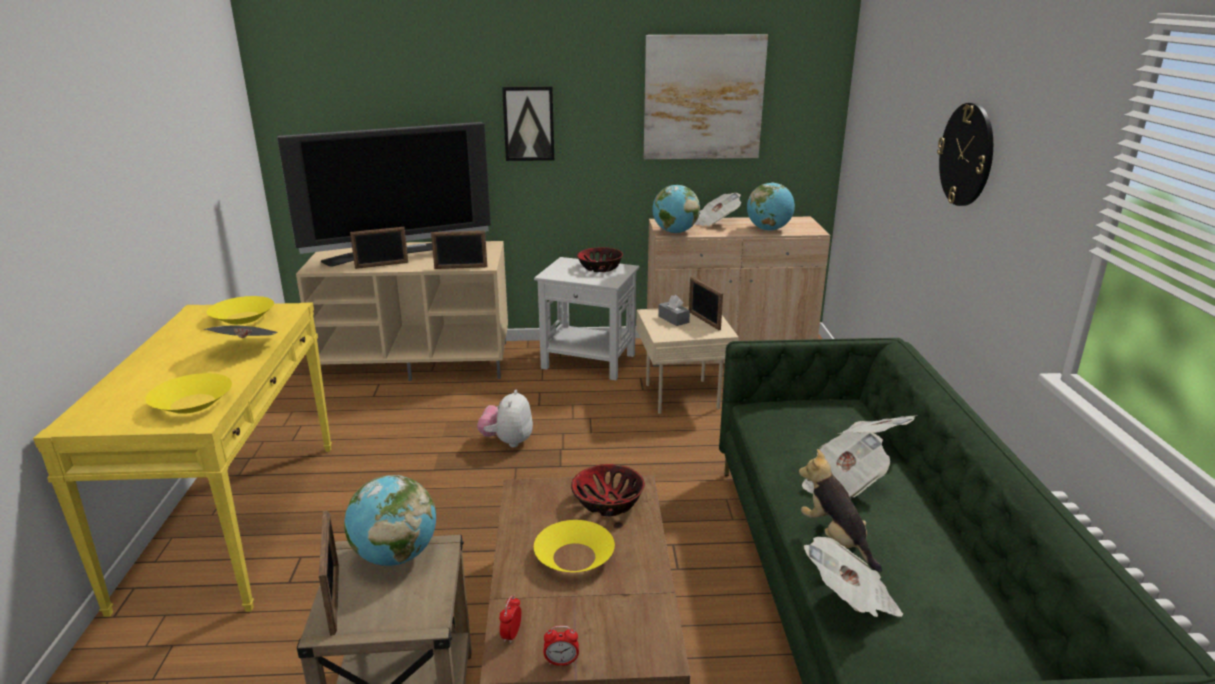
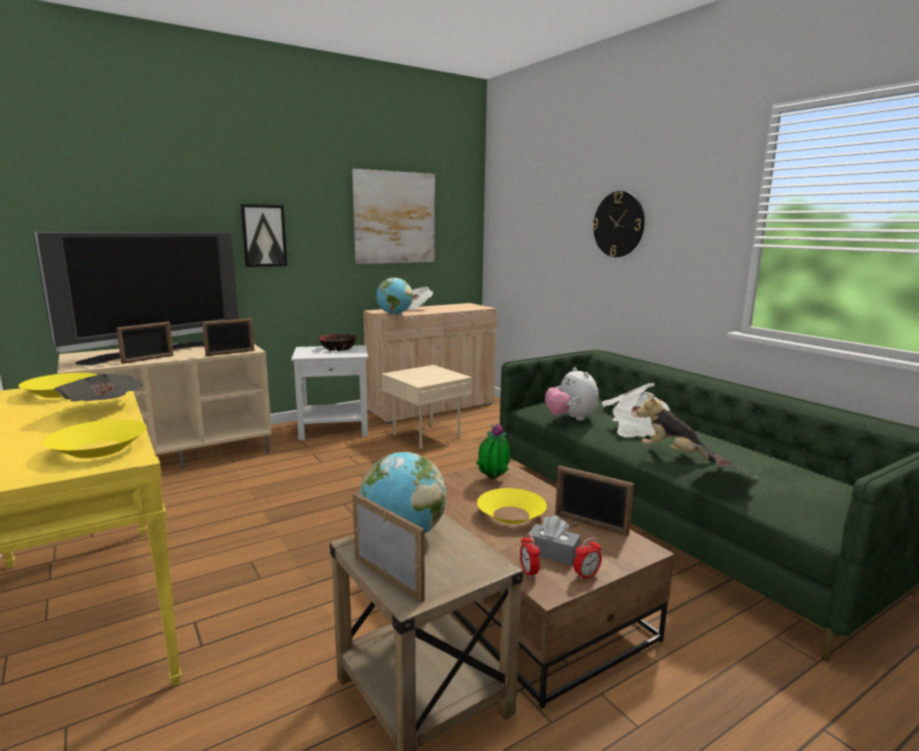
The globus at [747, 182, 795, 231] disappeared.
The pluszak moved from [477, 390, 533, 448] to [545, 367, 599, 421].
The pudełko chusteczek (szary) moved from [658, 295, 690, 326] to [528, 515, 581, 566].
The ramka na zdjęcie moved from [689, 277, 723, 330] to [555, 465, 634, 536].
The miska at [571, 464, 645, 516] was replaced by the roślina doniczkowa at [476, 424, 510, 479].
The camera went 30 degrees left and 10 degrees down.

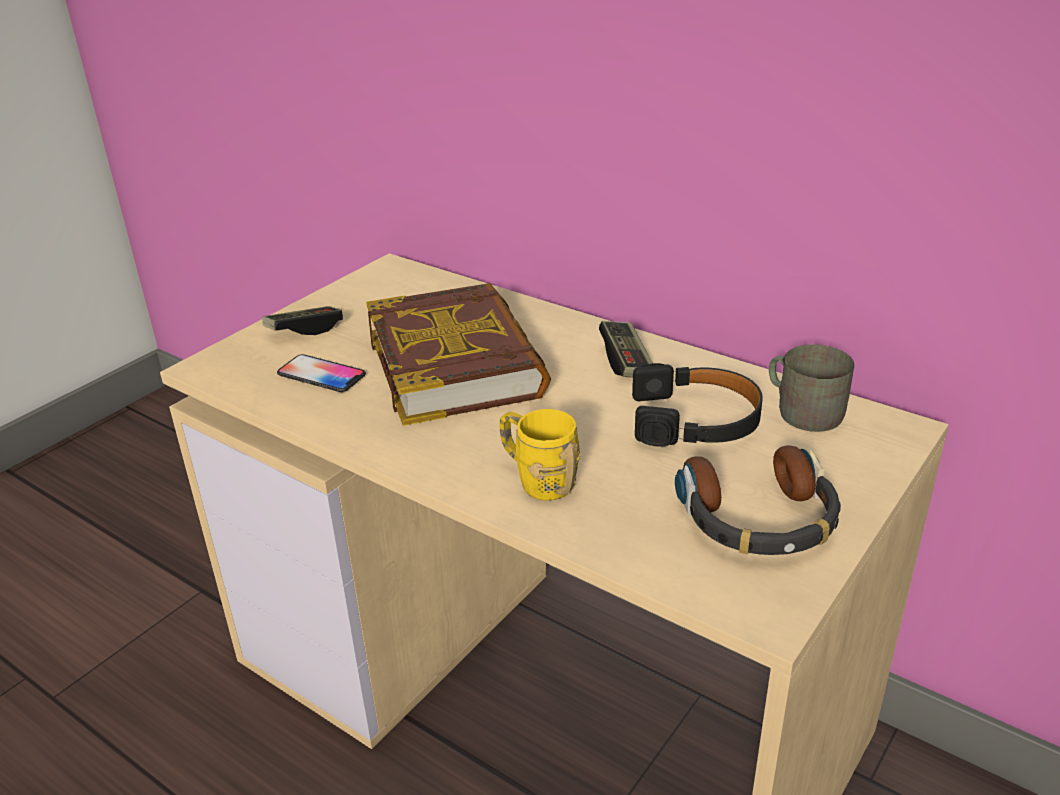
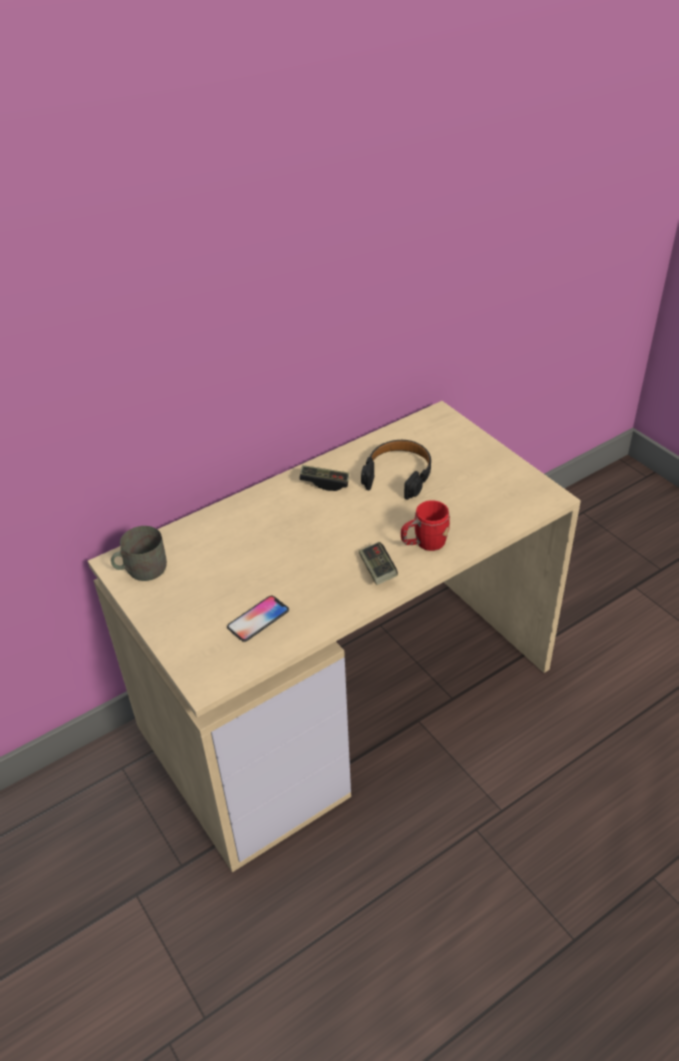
The książka at [366, 283, 551, 426] disappeared.
The słuchawki at [675, 446, 841, 555] disappeared.
The pad do gier moved from [262, 306, 343, 335] to [359, 542, 398, 585].
The kubek (szary) moved from [769, 344, 854, 432] to [111, 526, 167, 581].
The kubek (żółty) at [500, 409, 580, 500] became the kubek (czerwony) at [401, 500, 450, 551].
The camera went 70 degrees left and 10 degrees up.

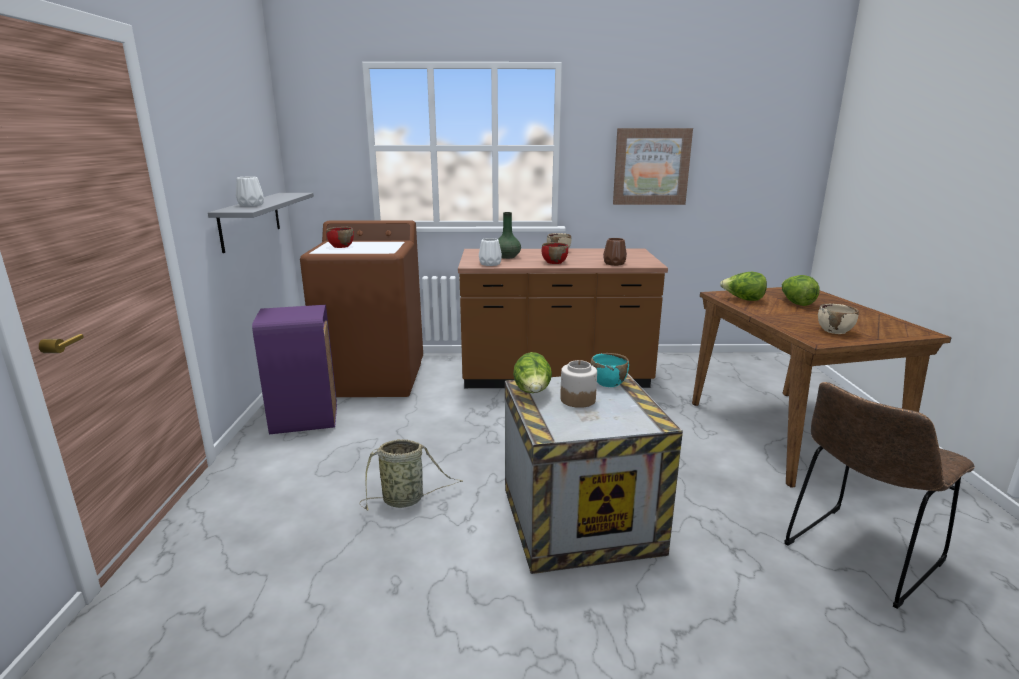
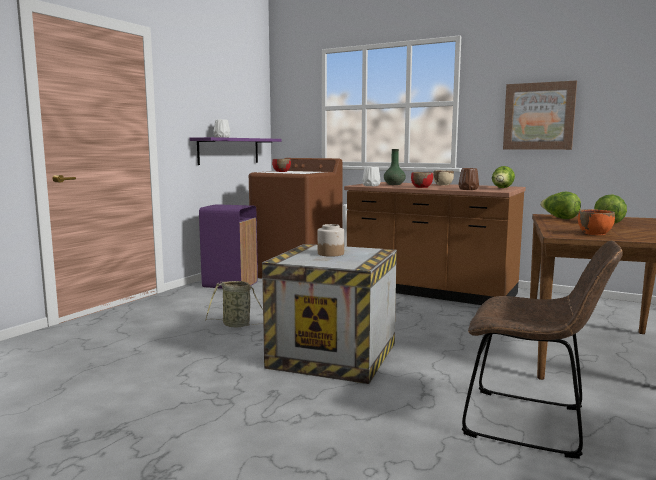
The miska (turkusowy) at [591, 353, 629, 387] disappeared.
The sałata moved from [513, 352, 552, 393] to [492, 166, 515, 188].
The półka (szary) at [208, 193, 314, 253] became the półka (fioletowy) at [190, 137, 281, 165].
The miska (beżowy) at [818, 304, 859, 334] became the miska (pomarańczowy) at [578, 209, 615, 235].
The krzesło (brązowy) at [784, 382, 975, 609] turned 150 degrees counterclockwise.
The camera went 30 degrees right and 10 degrees down.

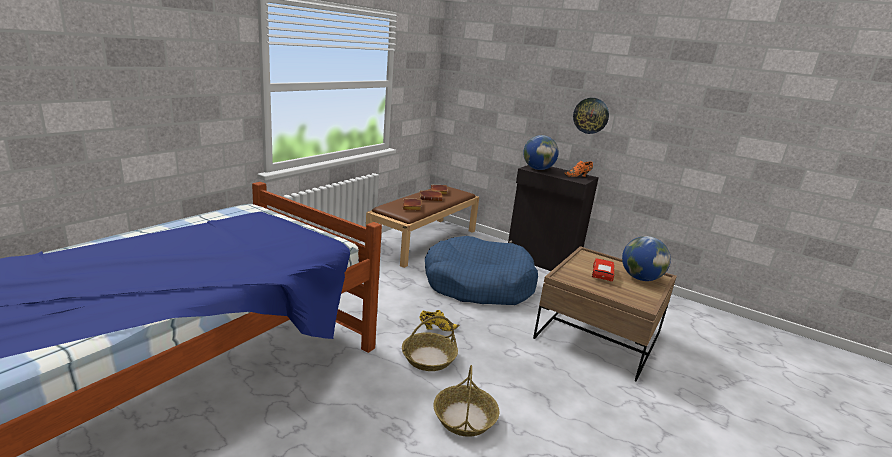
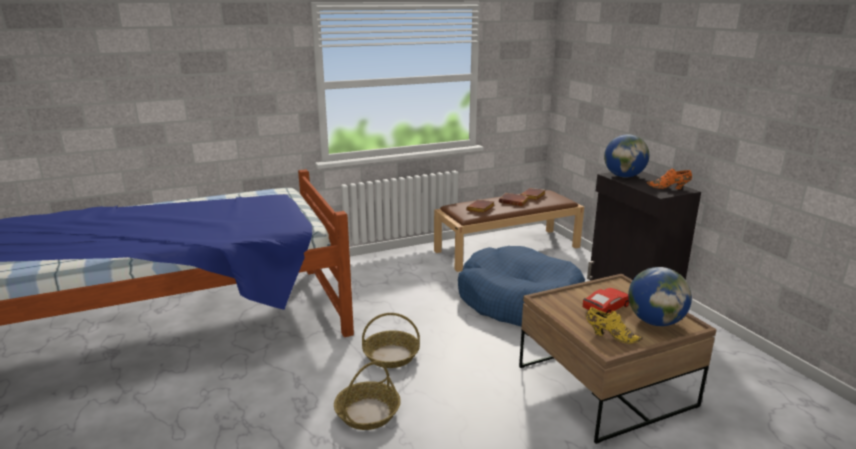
The zegar ścienny at [573, 98, 609, 134] disappeared.
The but (żółty) moved from [419, 310, 459, 331] to [586, 307, 643, 344].
The camera went 35 degrees right and 0 degrees up.

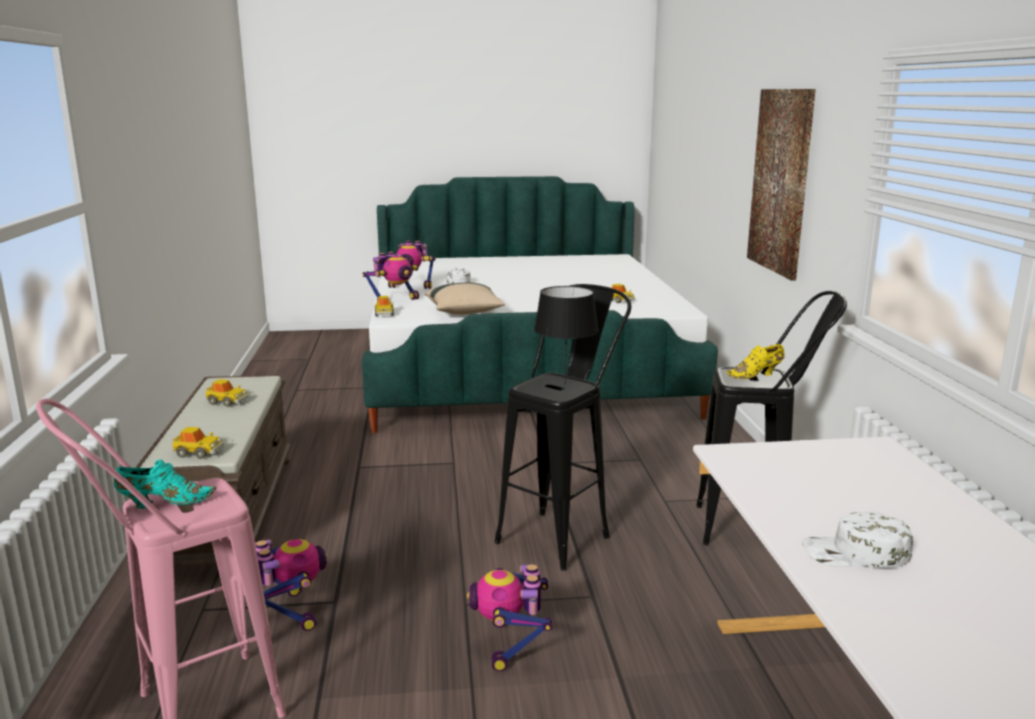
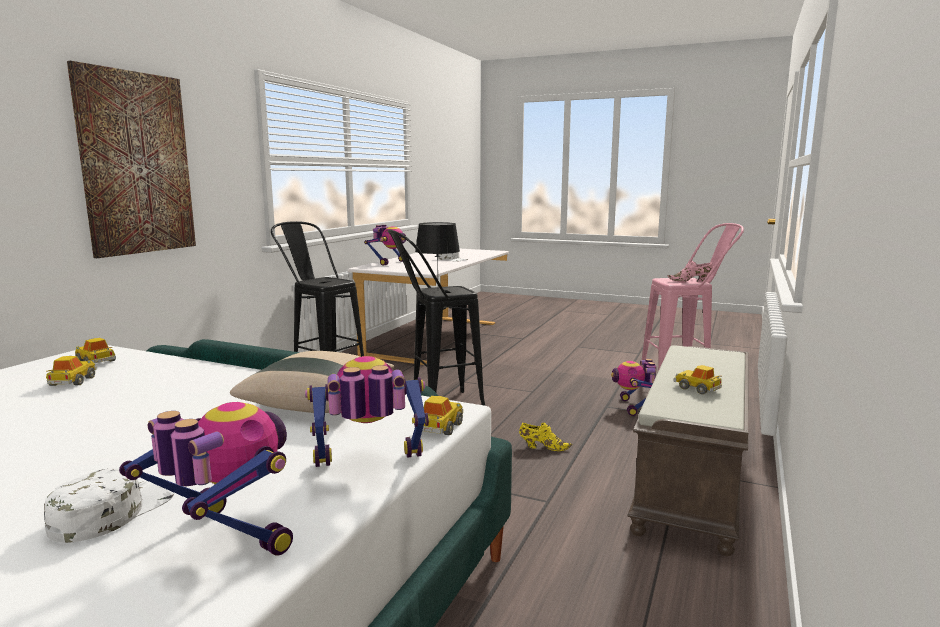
The samochodzik moved from [172, 427, 224, 459] to [75, 338, 116, 363].
The robot zabawkowy moved from [467, 564, 552, 671] to [364, 225, 406, 266].
The but (żółty) moved from [726, 344, 784, 379] to [519, 423, 572, 451].
The but (turkusowy) at [114, 460, 216, 509] became the but (różowy) at [668, 261, 714, 283].
The camera went 150 degrees left and 5 degrees down.

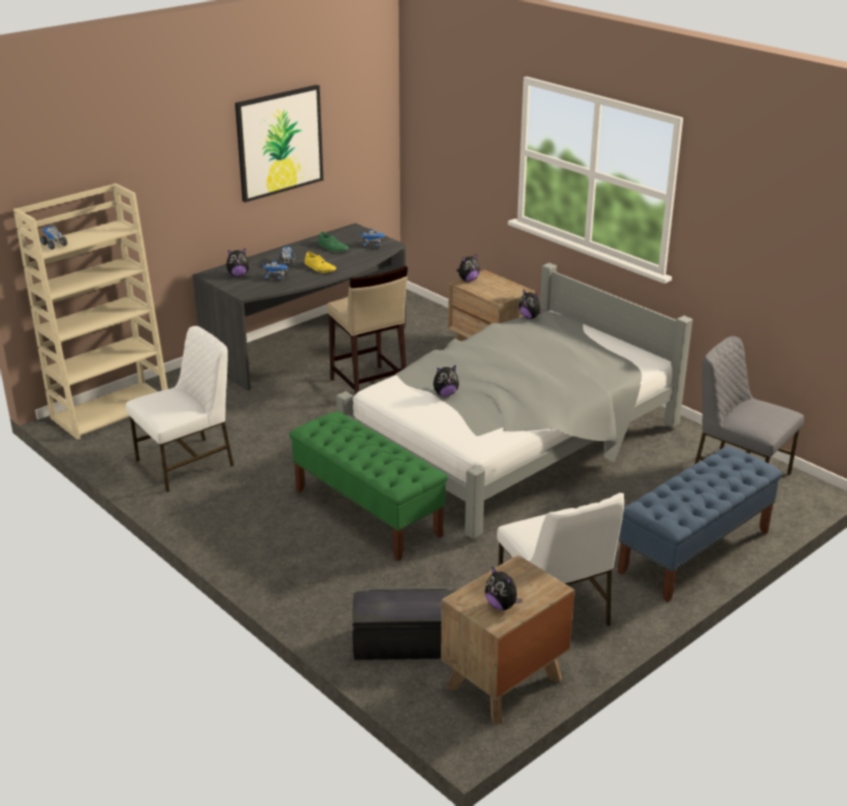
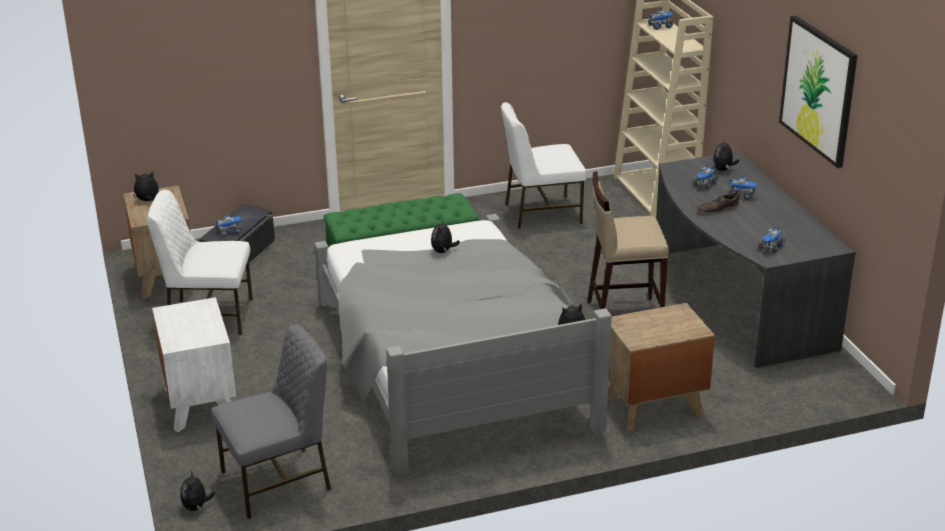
The but (zielony) at [318, 232, 349, 252] disappeared.
The ciężarówka zabawkowa at [215, 214, 242, 237] appeared.
The pluszak moved from [457, 254, 480, 282] to [180, 470, 215, 511].
The ławka (niebieski) at [617, 446, 782, 602] was replaced by the szafka nocna (biały) at [152, 297, 236, 432].
The but (żółty) at [305, 251, 336, 273] became the but (brązowy) at [697, 192, 739, 214].
The krzesło (biały) at [126, 326, 234, 492] turned 90 degrees clockwise.
The camera went 115 degrees right and 0 degrees up.

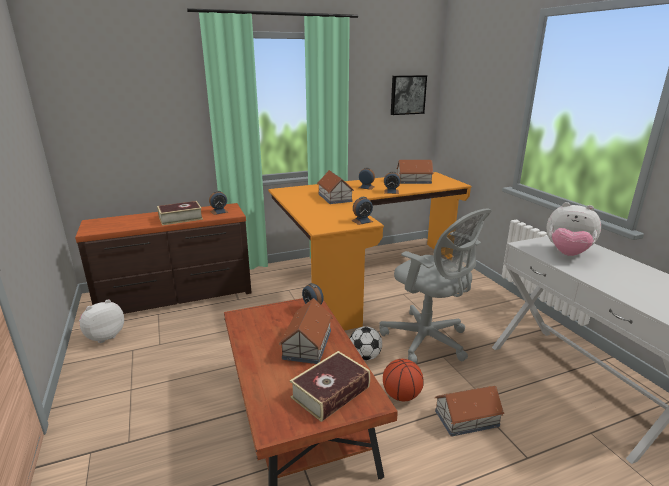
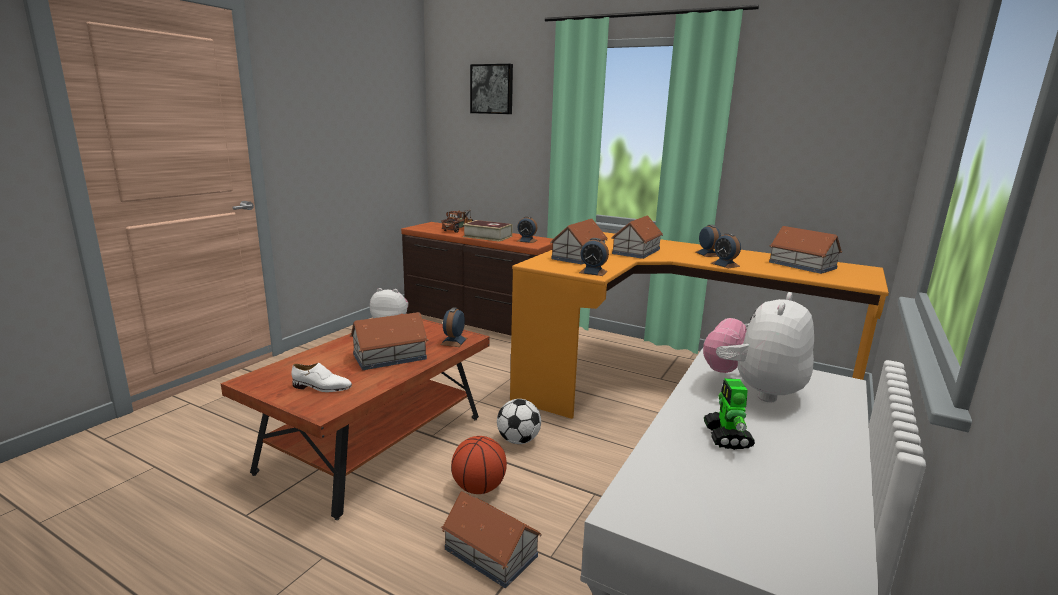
The krzesło biurowe (szary) at [379, 209, 492, 364] disappeared.
The ciężarówka zabawkowa at [441, 210, 473, 233] appeared.
The domek at [550, 219, 608, 264] appeared.
The robot zabawkowy at [704, 378, 755, 450] appeared.
The obraz moved from [391, 75, 427, 115] to [470, 64, 513, 114].
The książka at [290, 351, 370, 422] was replaced by the but (biały) at [291, 363, 352, 392].
The pluszak at [546, 202, 601, 256] turned 45 degrees clockwise.
The camera went 50 degrees right and 5 degrees down.

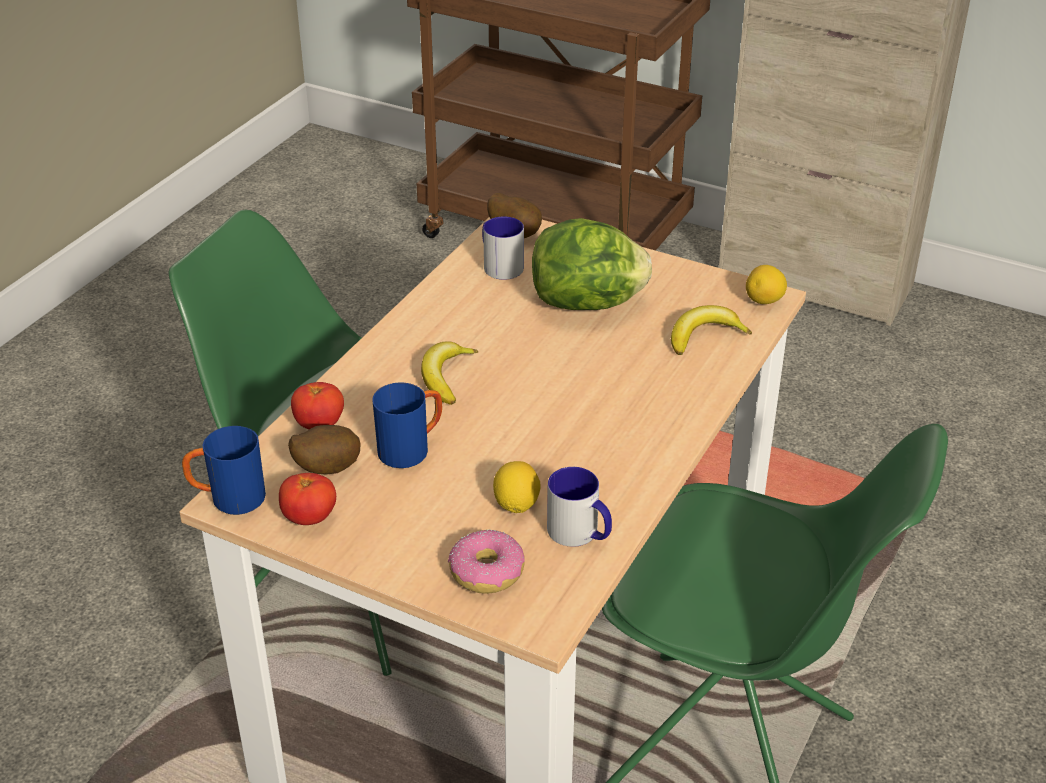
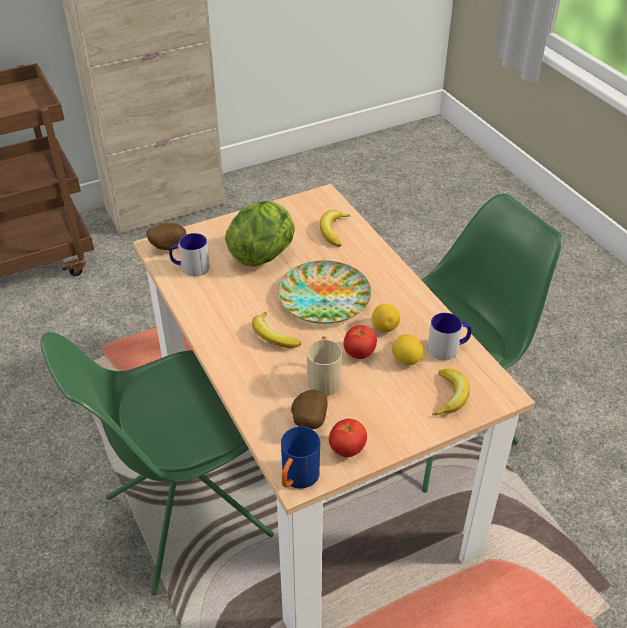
The talerz at [278, 261, 371, 324] appeared.
The pomidor moved from [291, 382, 344, 429] to [344, 325, 377, 359].
The cytryna moved from [746, 265, 787, 304] to [372, 304, 400, 332].
The donut at [448, 530, 525, 594] was replaced by the banan at [432, 369, 470, 416].
The kubek (niebieski) at [372, 383, 442, 468] became the kubek (beżowy) at [307, 336, 342, 396].
The camera went 55 degrees left and 5 degrees up.

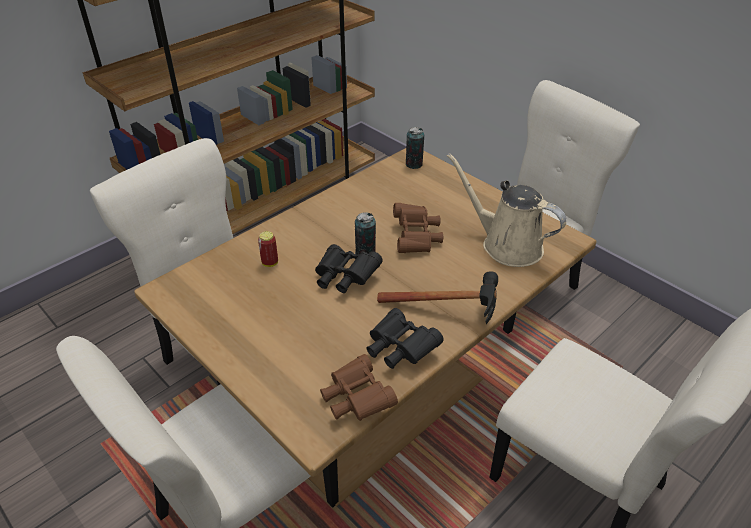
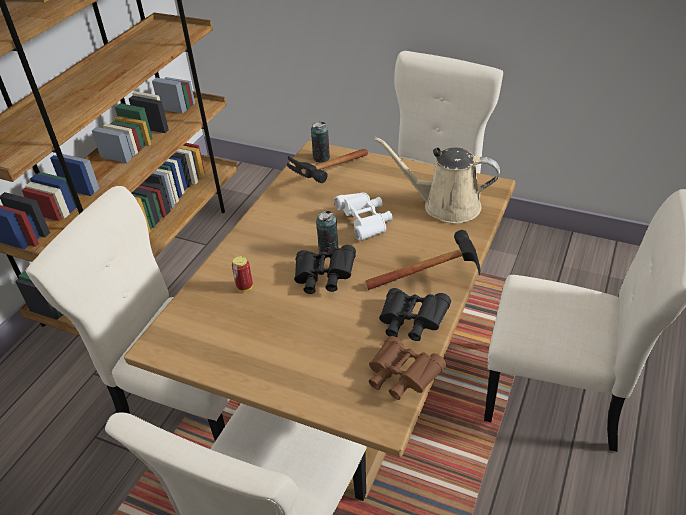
The młotek at [287, 149, 368, 183] appeared.
The lornetka (brązowy) at [393, 203, 443, 253] became the lornetka (biały) at [334, 192, 393, 241].
The camera went 20 degrees left and 0 degrees up.

